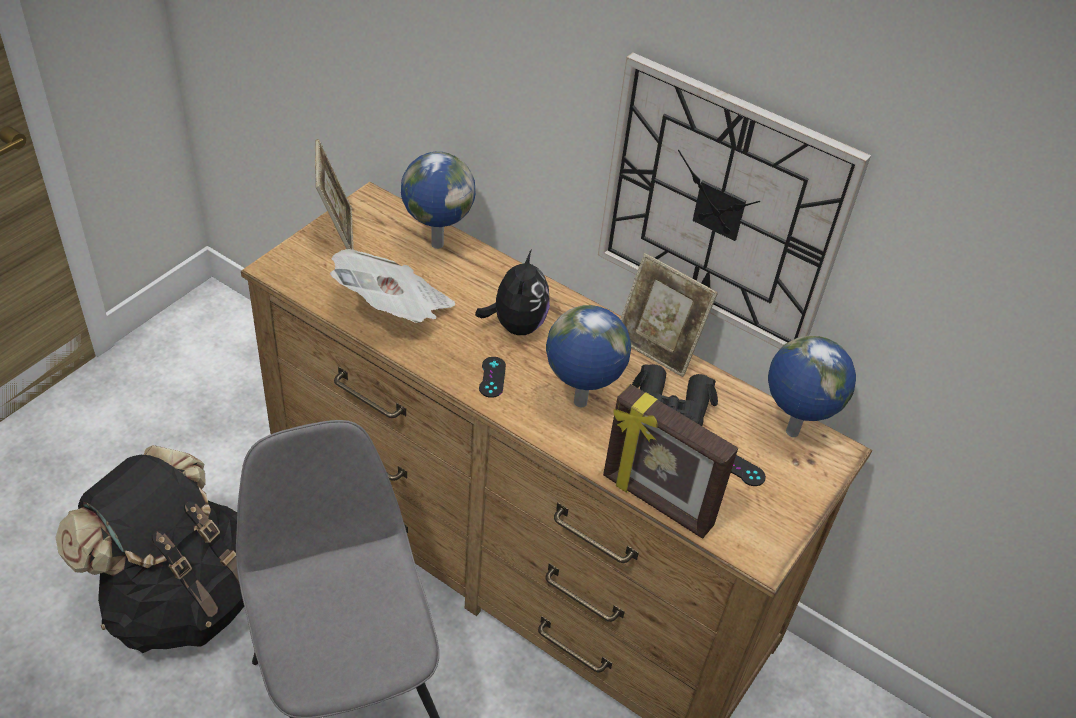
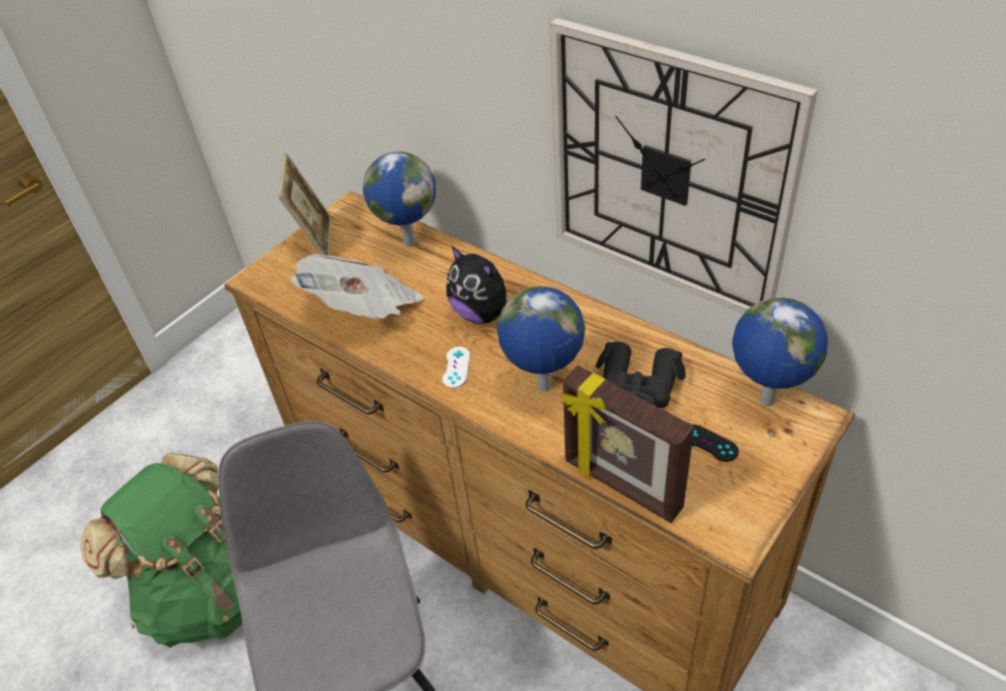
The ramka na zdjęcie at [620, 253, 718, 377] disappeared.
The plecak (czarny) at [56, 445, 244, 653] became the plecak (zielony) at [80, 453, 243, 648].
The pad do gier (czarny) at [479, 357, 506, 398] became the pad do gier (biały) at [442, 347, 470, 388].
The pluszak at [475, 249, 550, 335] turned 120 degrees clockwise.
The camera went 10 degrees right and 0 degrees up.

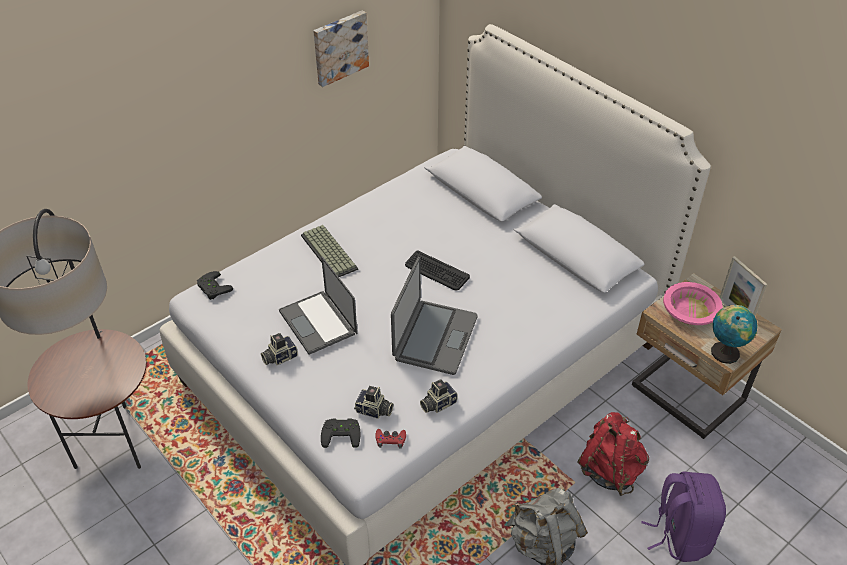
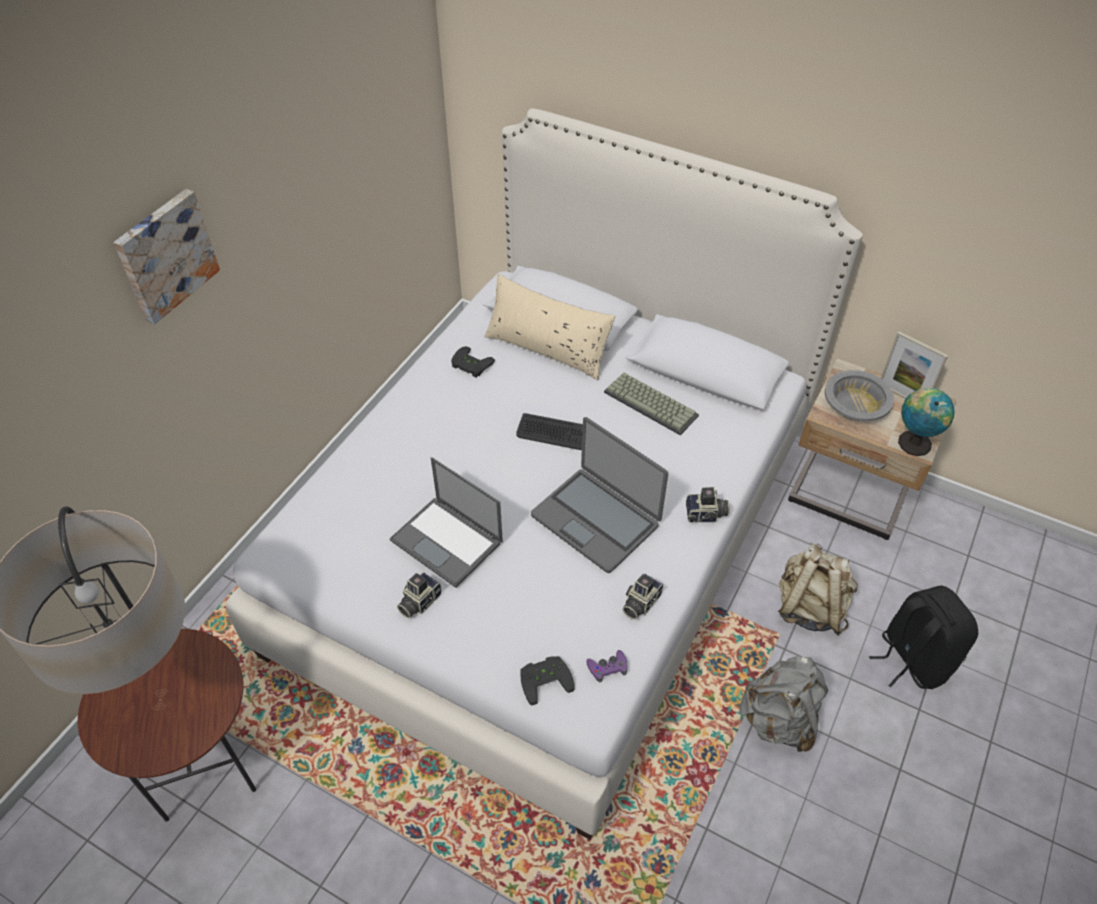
The poduszka (beżowy) at [484, 274, 616, 380] appeared.
The pad do gier (czarny) moved from [197, 271, 233, 300] to [451, 346, 495, 378].
The klawiatura moved from [301, 225, 358, 277] to [604, 372, 699, 435].
The obraz moved from [313, 10, 369, 87] to [114, 189, 220, 324].
The aparat fotograficzny moved from [354, 386, 393, 419] to [686, 486, 730, 523].
The pad do gier (czerwony) at [375, 429, 406, 449] became the pad do gier (fioletowy) at [586, 650, 627, 683].
The plecak (czerwony) at [578, 412, 649, 496] became the plecak (beżowy) at [778, 542, 858, 635].
The plecak (fioletowy) at [641, 472, 726, 562] became the plecak (czarny) at [869, 585, 978, 689].
The miska (różowy) at [663, 282, 723, 325] became the miska (szary) at [825, 370, 894, 421].
The laptop at [391, 257, 478, 375] turned 135 degrees clockwise.
The camera went 20 degrees left and 5 degrees up.

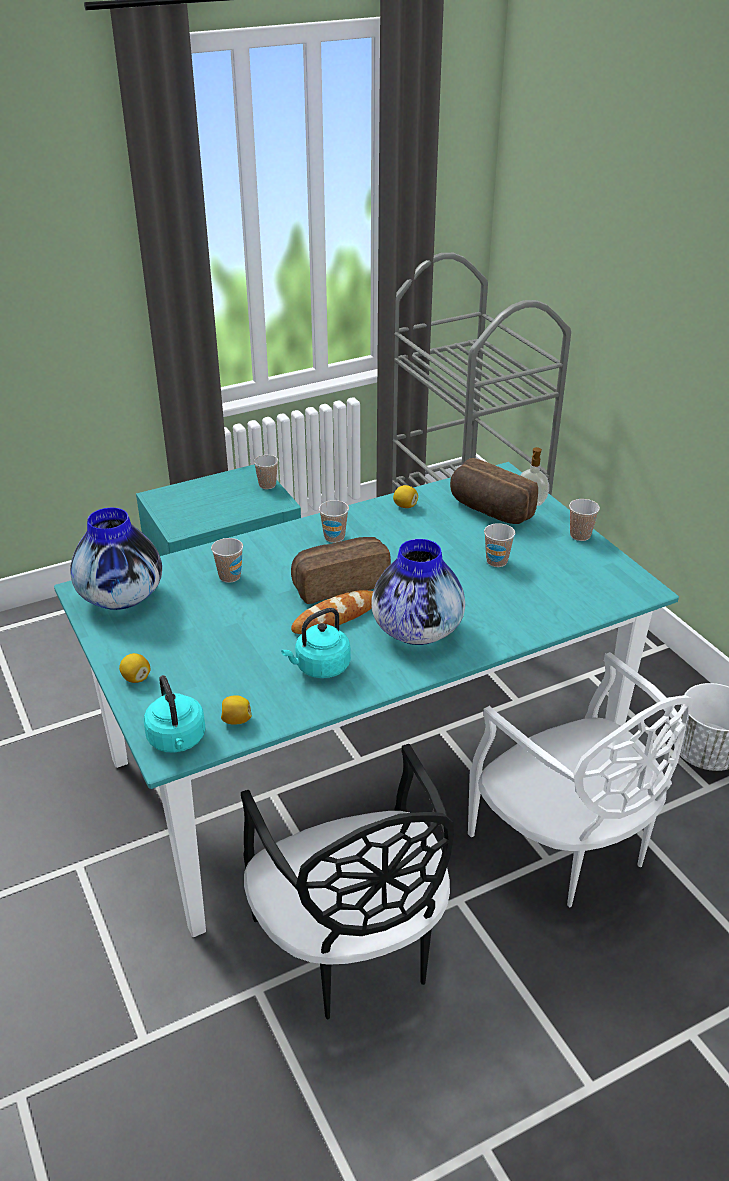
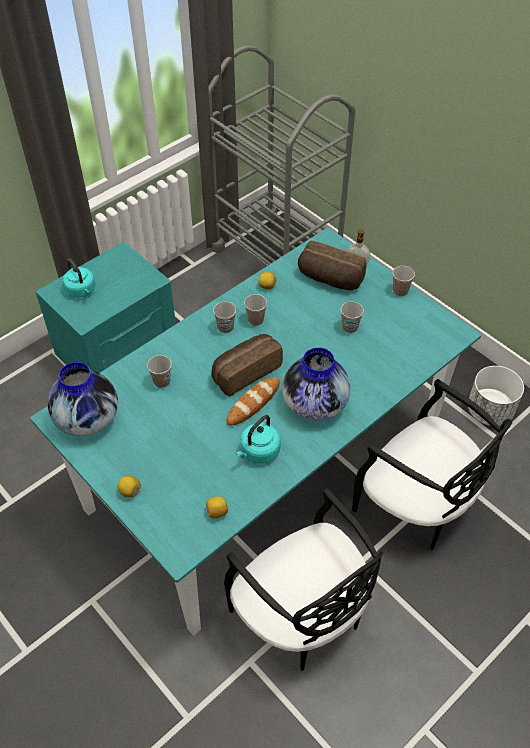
The czajnik (turkusowy) moved from [144, 675, 206, 753] to [63, 259, 96, 298].
The filiżanka moved from [254, 455, 278, 489] to [244, 294, 267, 326].
The krzesło (biały) at [468, 652, 693, 907] became the krzesło (czarny) at [352, 379, 512, 550].
The camera went 15 degrees left and 15 degrees up.

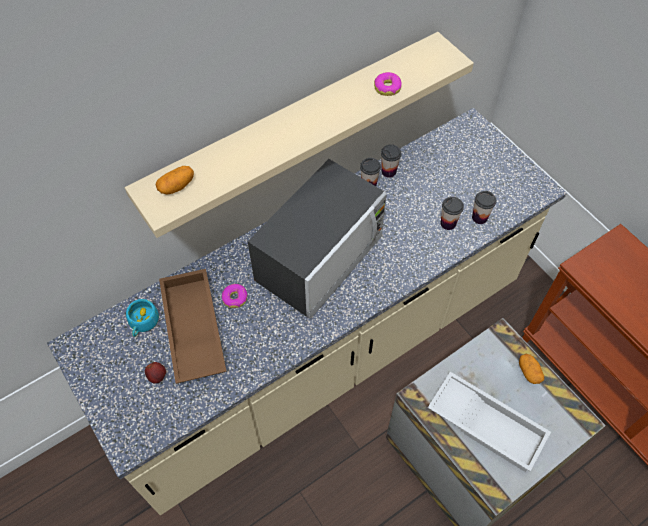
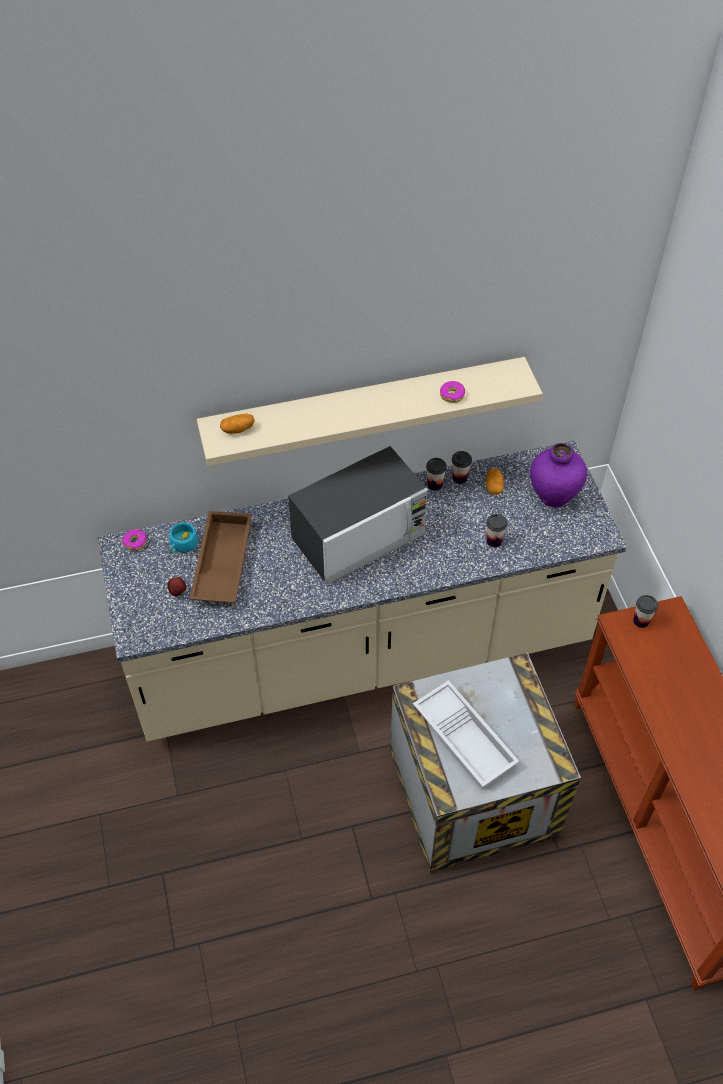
The wazon (fioletowy) at [530, 443, 587, 507] appeared.
The donut moved from [222, 284, 247, 308] to [122, 529, 147, 551].
The filiżanka moved from [472, 191, 497, 224] to [633, 595, 658, 628].
The ziemniak moved from [519, 354, 544, 384] to [486, 468, 504, 495].
The camera went 20 degrees right and 5 degrees down.

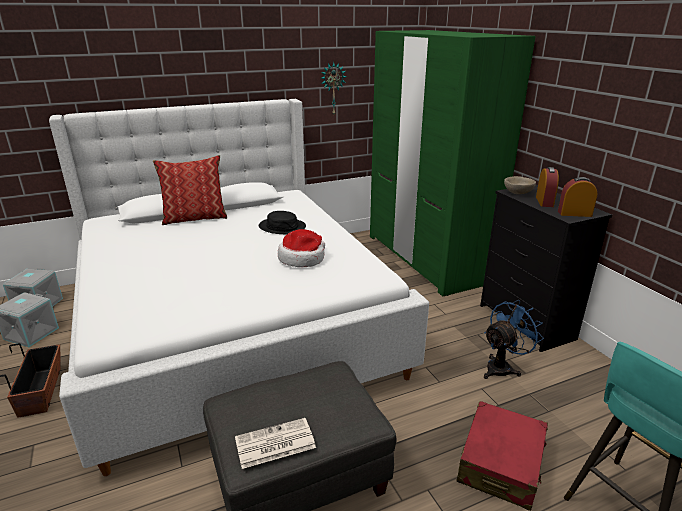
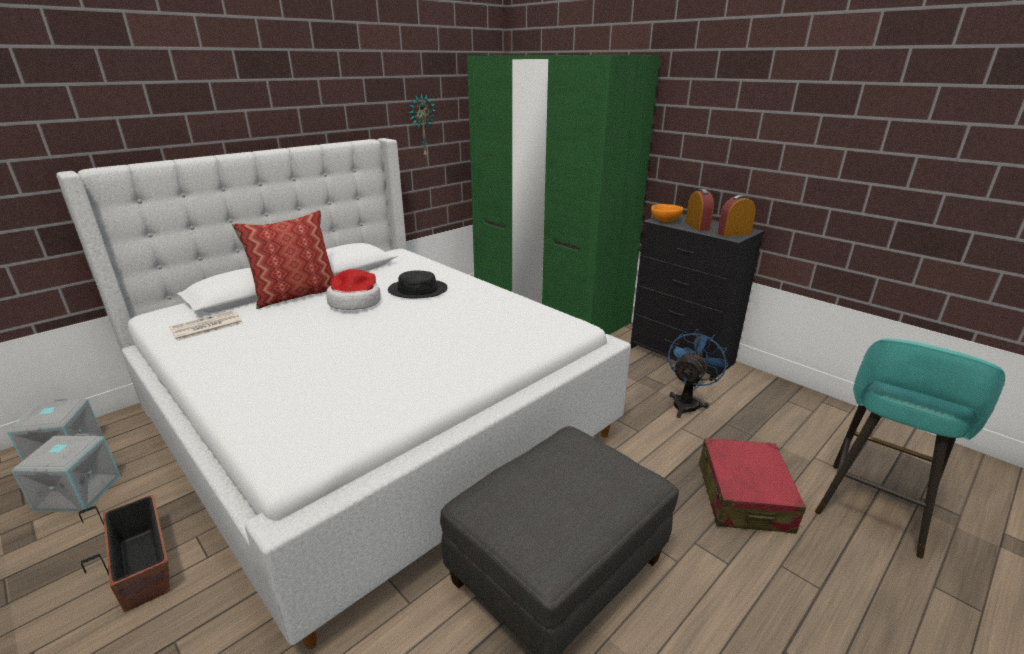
The gazeta moved from [235, 418, 316, 469] to [169, 311, 243, 341].
The kapelusz moved from [278, 229, 325, 267] to [326, 269, 381, 310].
The miska (beżowy) at [504, 176, 536, 194] became the miska (pomarańczowy) at [651, 204, 683, 222].
The camera went 20 degrees left and 0 degrees up.

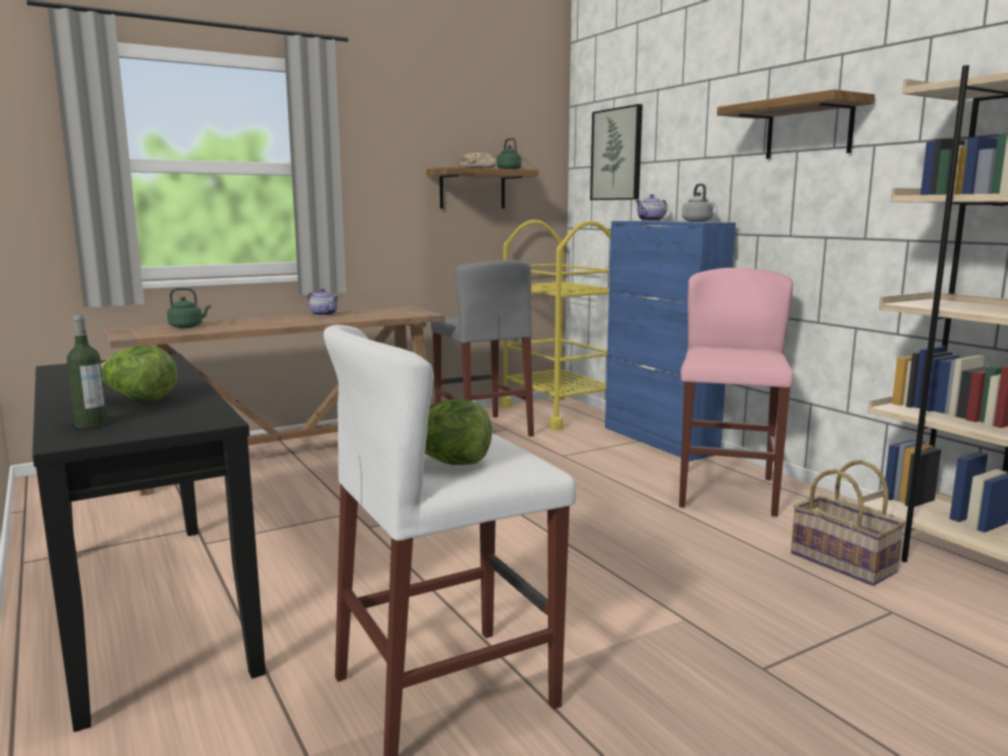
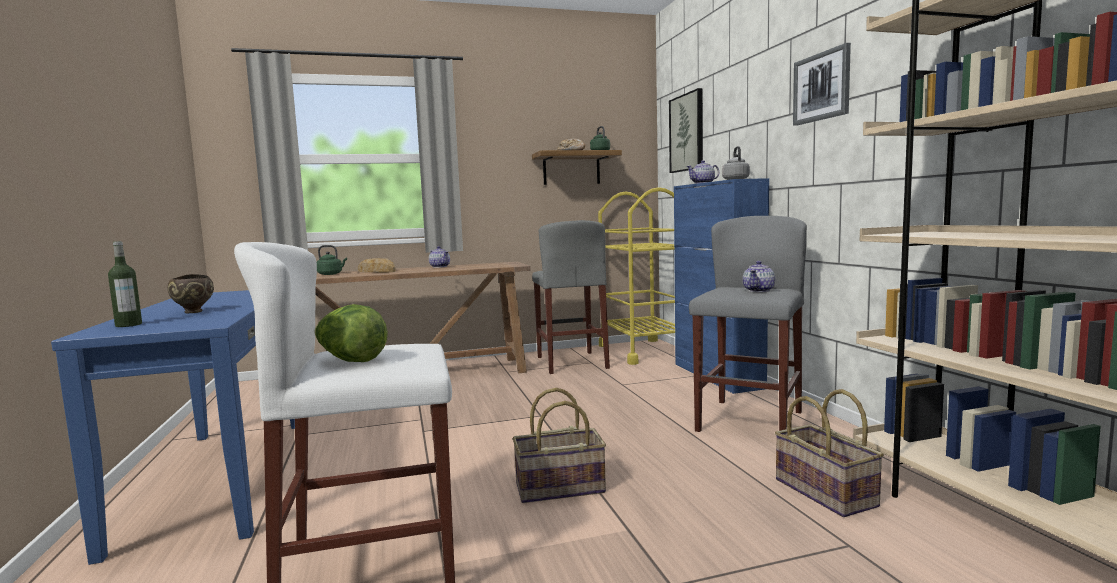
The chleb at [358, 258, 396, 272] appeared.
The koszyk at [512, 388, 606, 503] appeared.
The imbryk at [743, 261, 775, 292] appeared.
The sałata at [101, 345, 177, 401] was replaced by the miska (brązowy) at [168, 274, 214, 313].
The półka at [717, 89, 875, 159] was replaced by the obraz at [793, 43, 851, 126].
The stolik konsolowy (czarny) at [32, 354, 266, 732] became the stolik konsolowy (niebieski) at [51, 290, 295, 565].
The stołek (różowy) at [679, 268, 794, 517] became the stołek (szary) at [689, 216, 807, 432].
The camera went 15 degrees right and 5 degrees down.

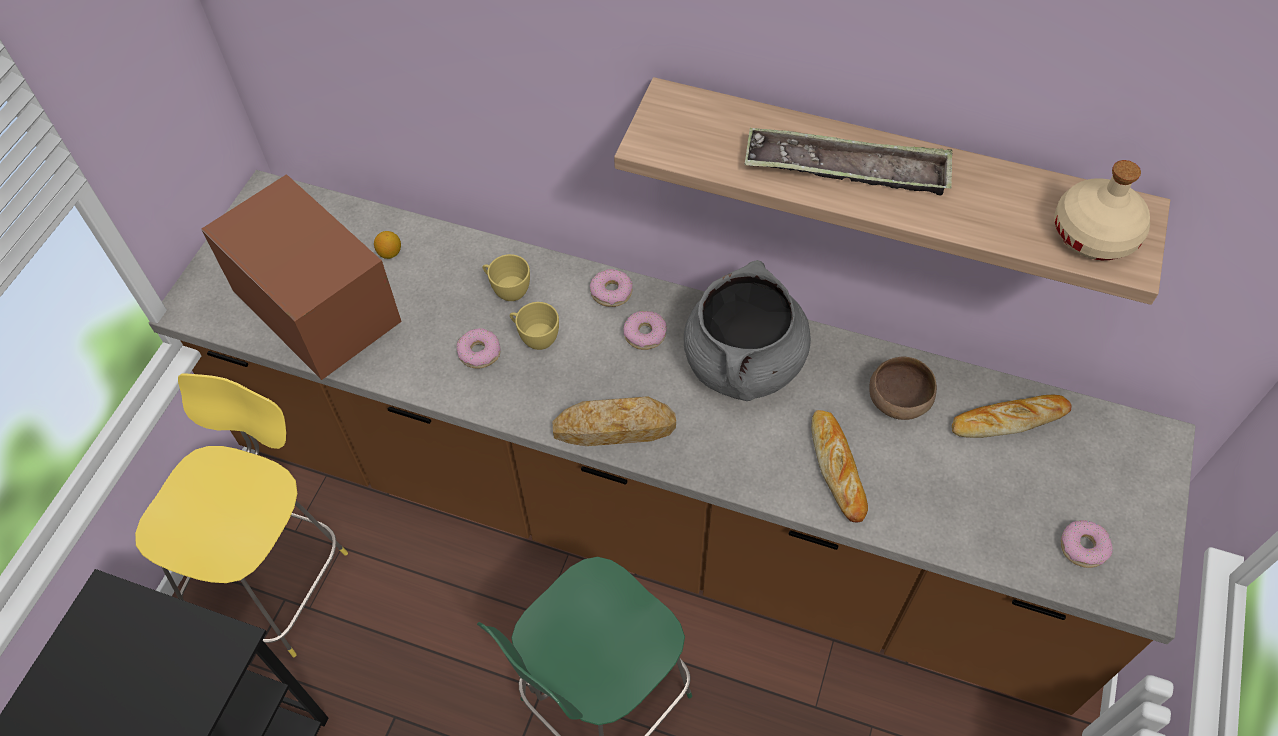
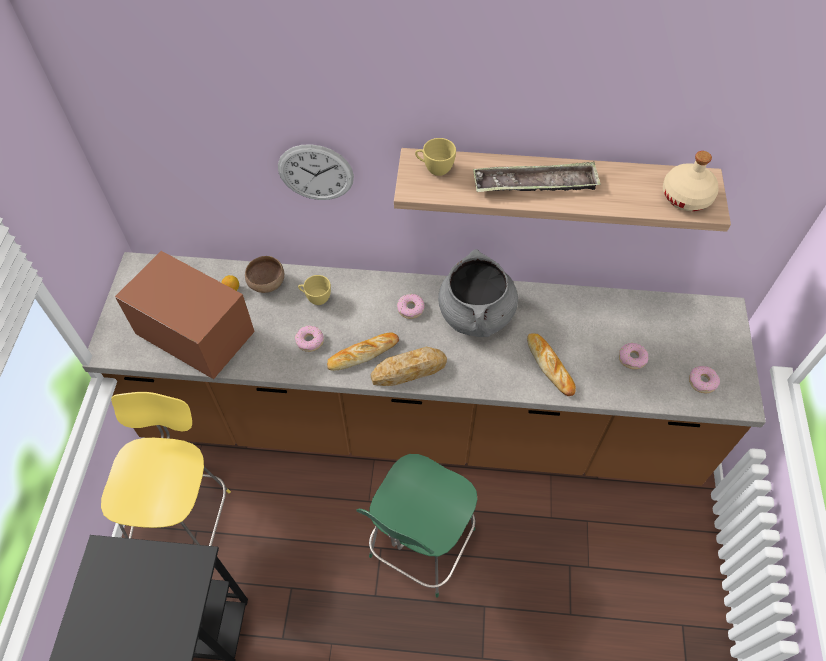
The zegar ścienny at [278, 144, 354, 200] appeared.
The filiżanka (żółty) moved from [510, 302, 559, 350] to [415, 138, 456, 176].
The donut moved from [590, 269, 633, 307] to [619, 343, 648, 369].
The miska (brązowy) moved from [870, 356, 937, 420] to [245, 256, 284, 293].
The chleb moved from [952, 395, 1072, 438] to [327, 332, 399, 371].
The camera went 15 degrees left and 0 degrees up.

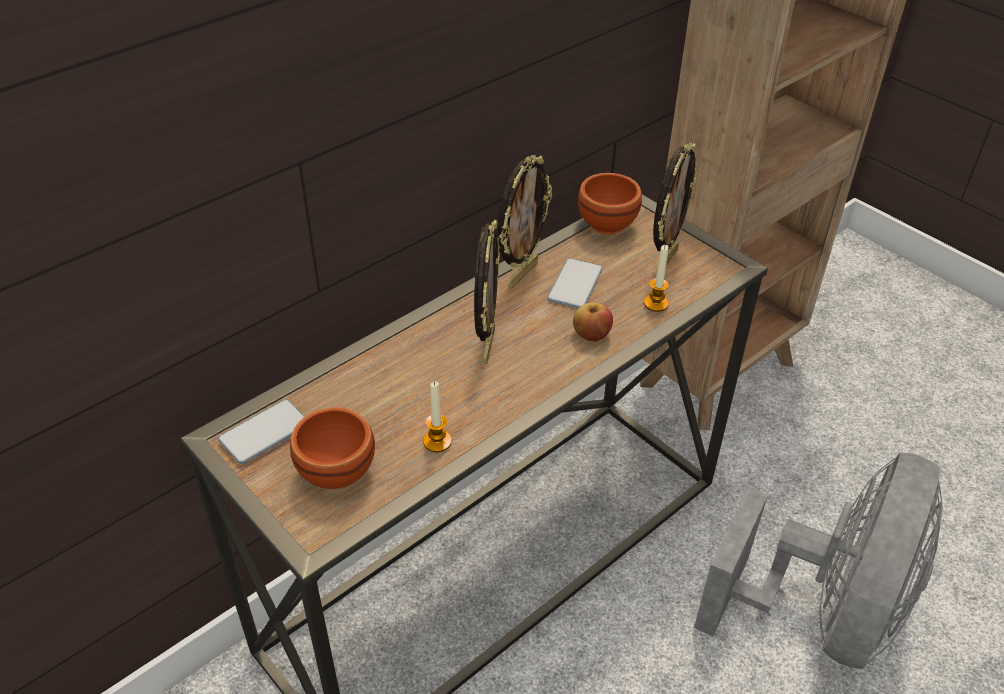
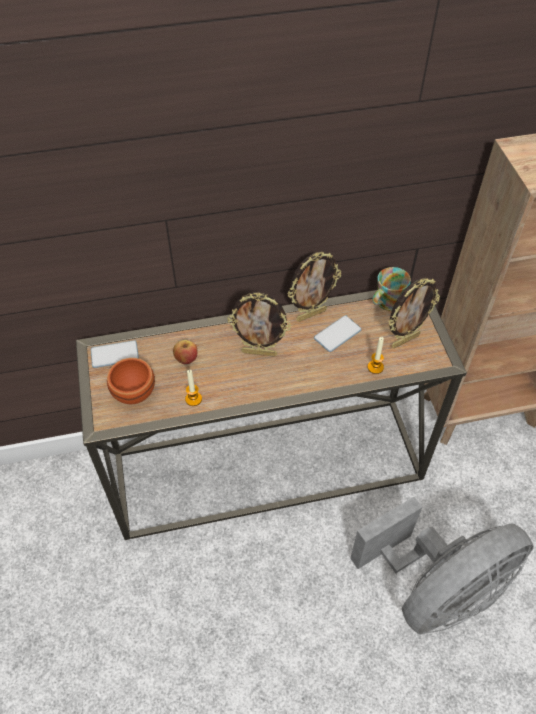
The jabłko moved from [573, 303, 613, 341] to [173, 340, 197, 364].
The miska (brązowy) at [578, 173, 642, 235] was replaced by the kubek at [372, 267, 411, 311].
The ramka na zdjęcie at [474, 220, 500, 364] turned 60 degrees clockwise.
The camera went 30 degrees right and 10 degrees up.

